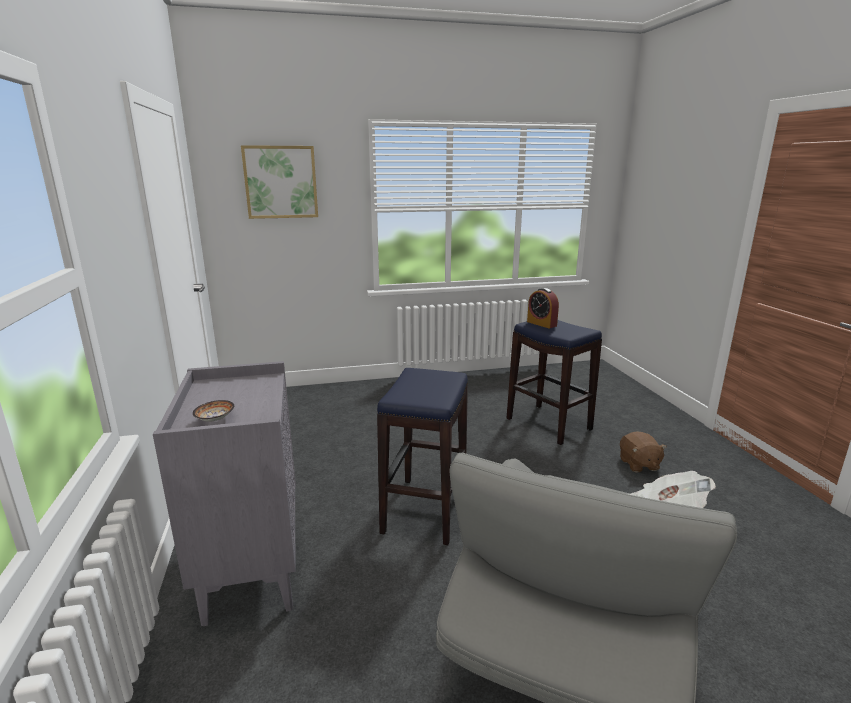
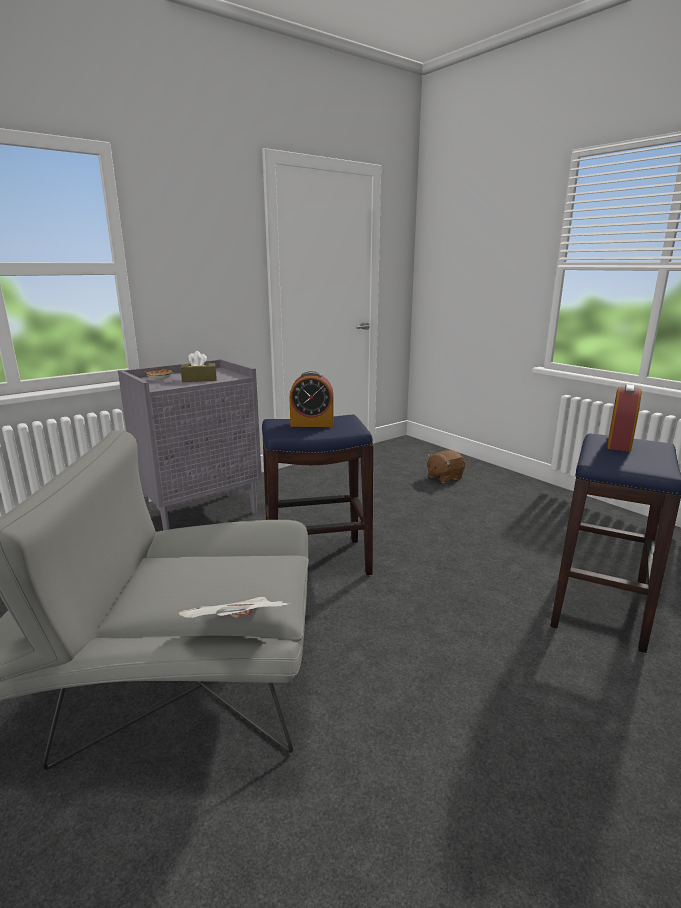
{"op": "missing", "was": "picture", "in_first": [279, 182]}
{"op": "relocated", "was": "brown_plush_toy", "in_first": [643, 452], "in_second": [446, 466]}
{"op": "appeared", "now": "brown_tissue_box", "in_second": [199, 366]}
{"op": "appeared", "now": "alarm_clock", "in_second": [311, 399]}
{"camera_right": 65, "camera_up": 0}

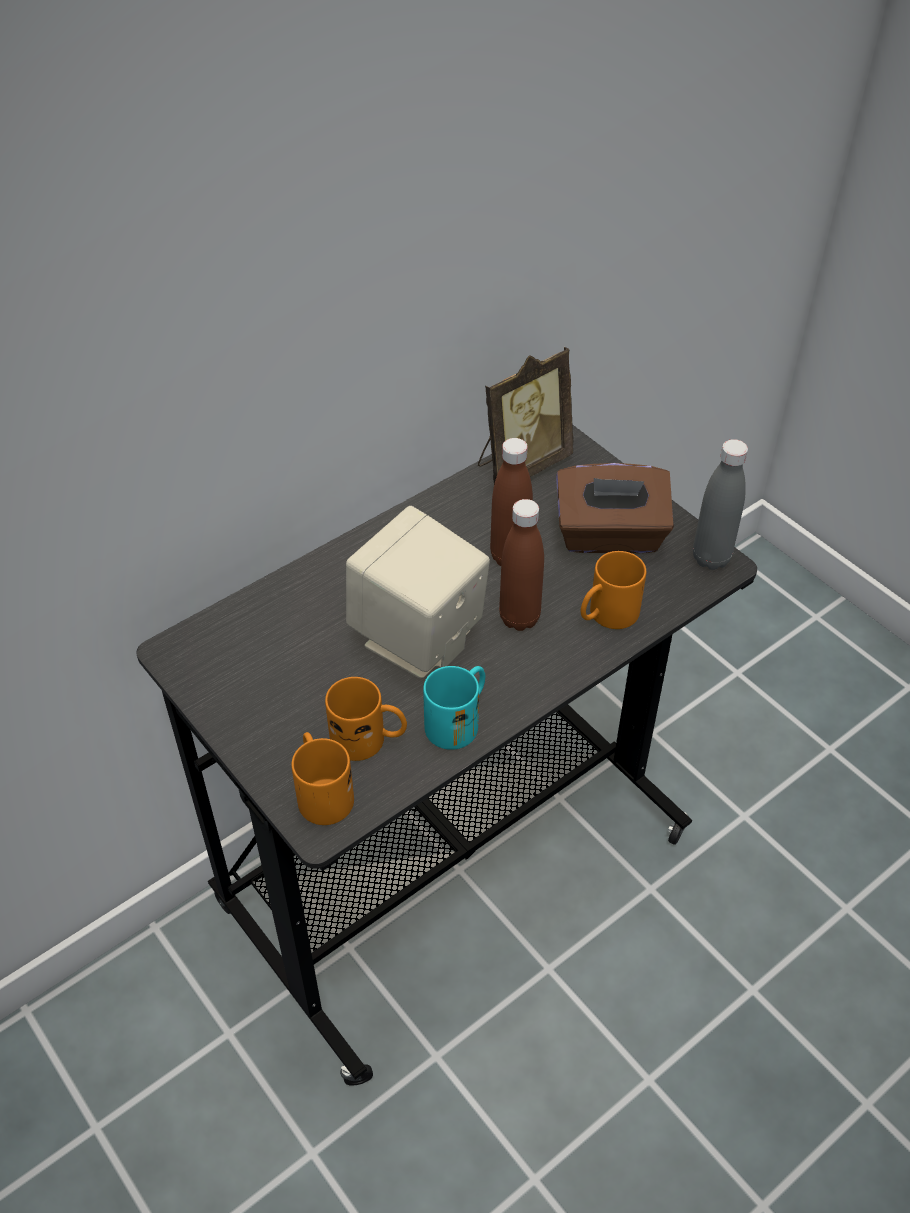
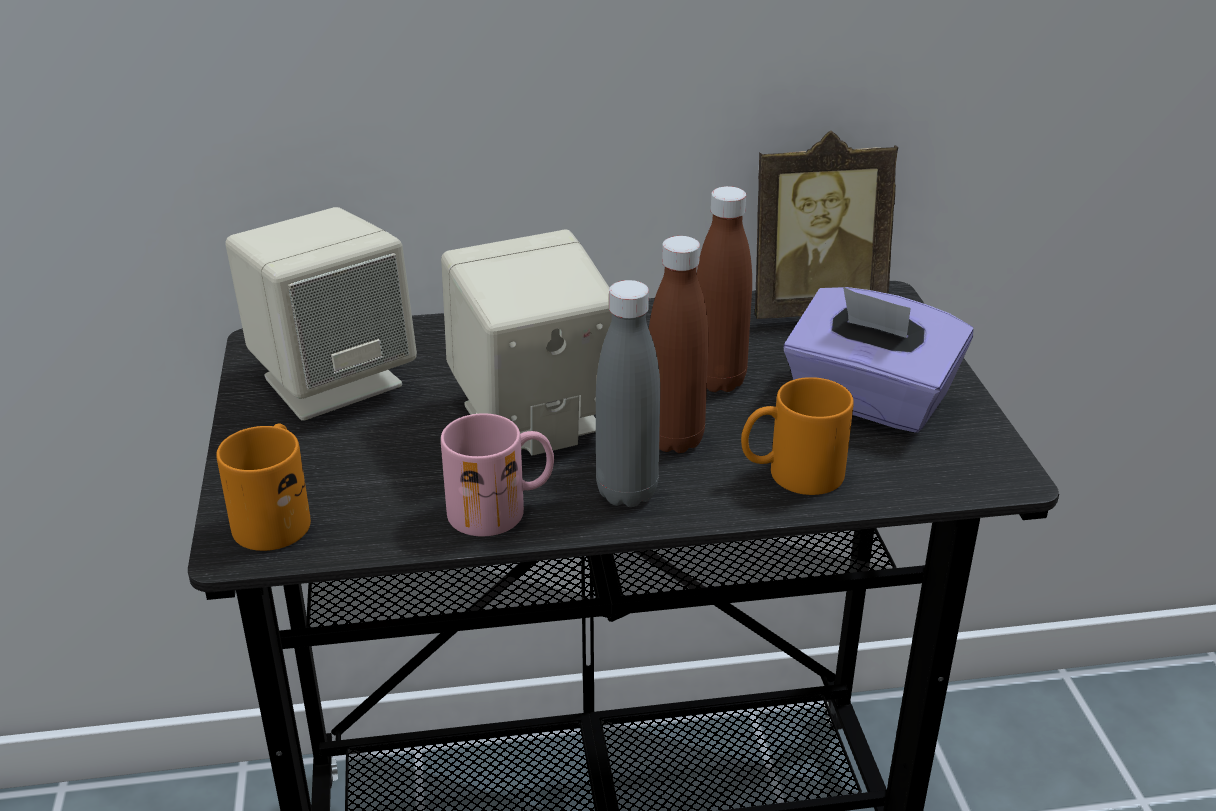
{"op": "missing", "was": "orange_mug", "in_first": [366, 719]}
{"op": "colour", "was": "turquoise_mug", "now": "pink_mug", "in_first": [454, 708], "in_second": [497, 474]}
{"op": "colour", "was": "brown_tissue_box", "now": "purple_tissue_box", "in_first": [615, 508], "in_second": [878, 360]}
{"op": "relocated", "was": "grey_bottle", "in_first": [720, 504], "in_second": [628, 393]}
{"op": "appeared", "now": "beige_speaker", "in_second": [321, 314]}
{"camera_right": 30, "camera_up": -15}

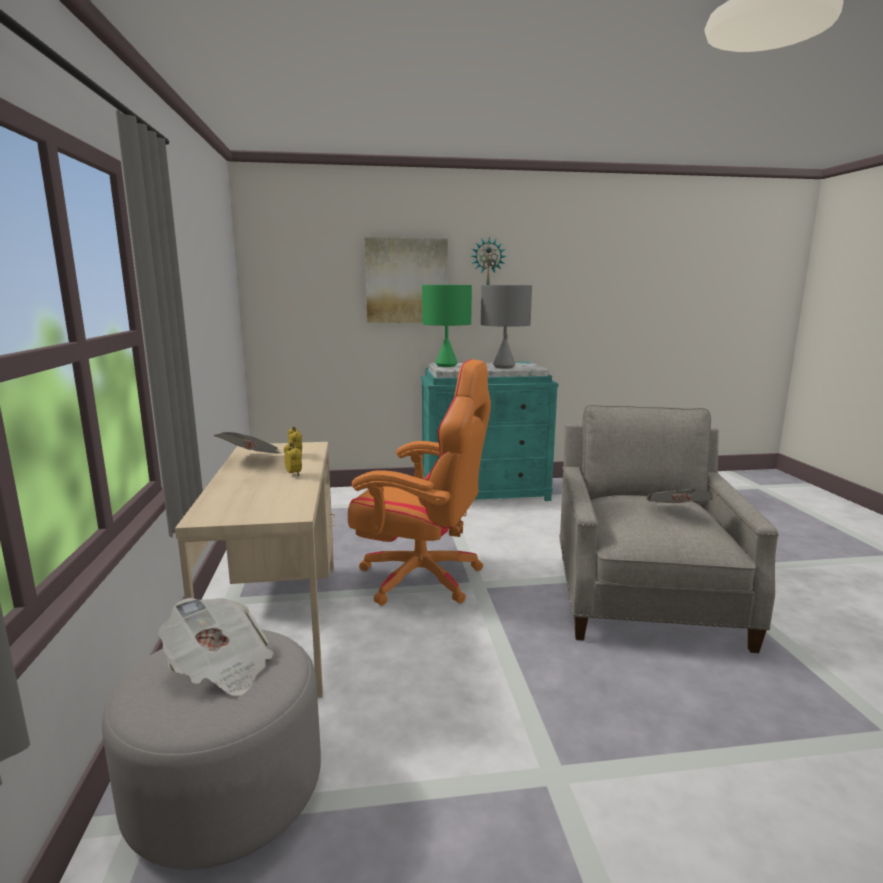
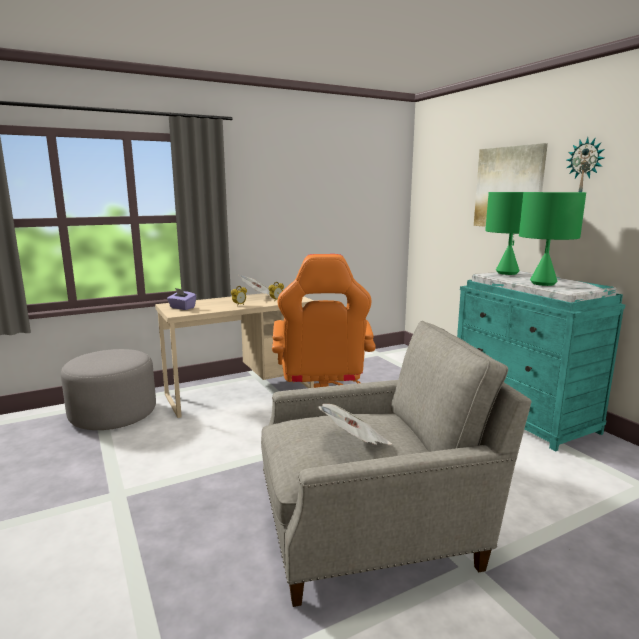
{"op": "missing", "was": "newspaper", "in_first": [216, 647]}
{"op": "colour", "was": "grey_table_lamp", "now": "green_table_lamp", "in_first": [506, 327], "in_second": [552, 239]}
{"op": "appeared", "now": "purple_tissue_box", "in_second": [181, 299]}
{"camera_right": 70, "camera_up": 0}

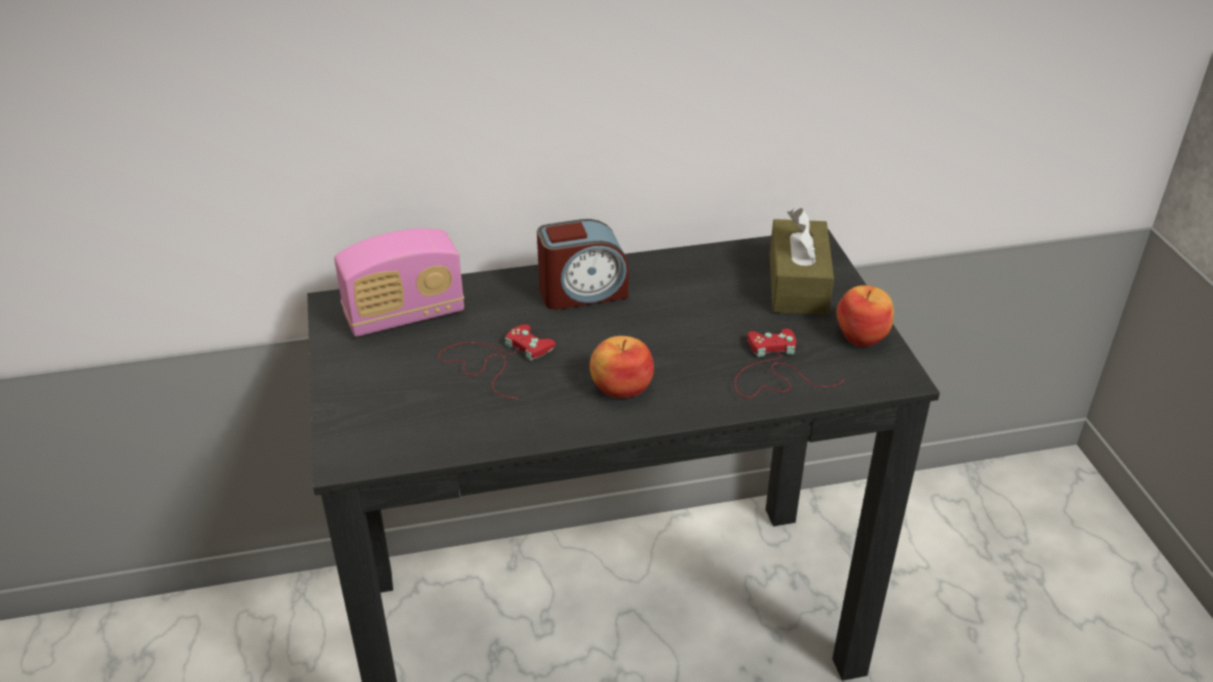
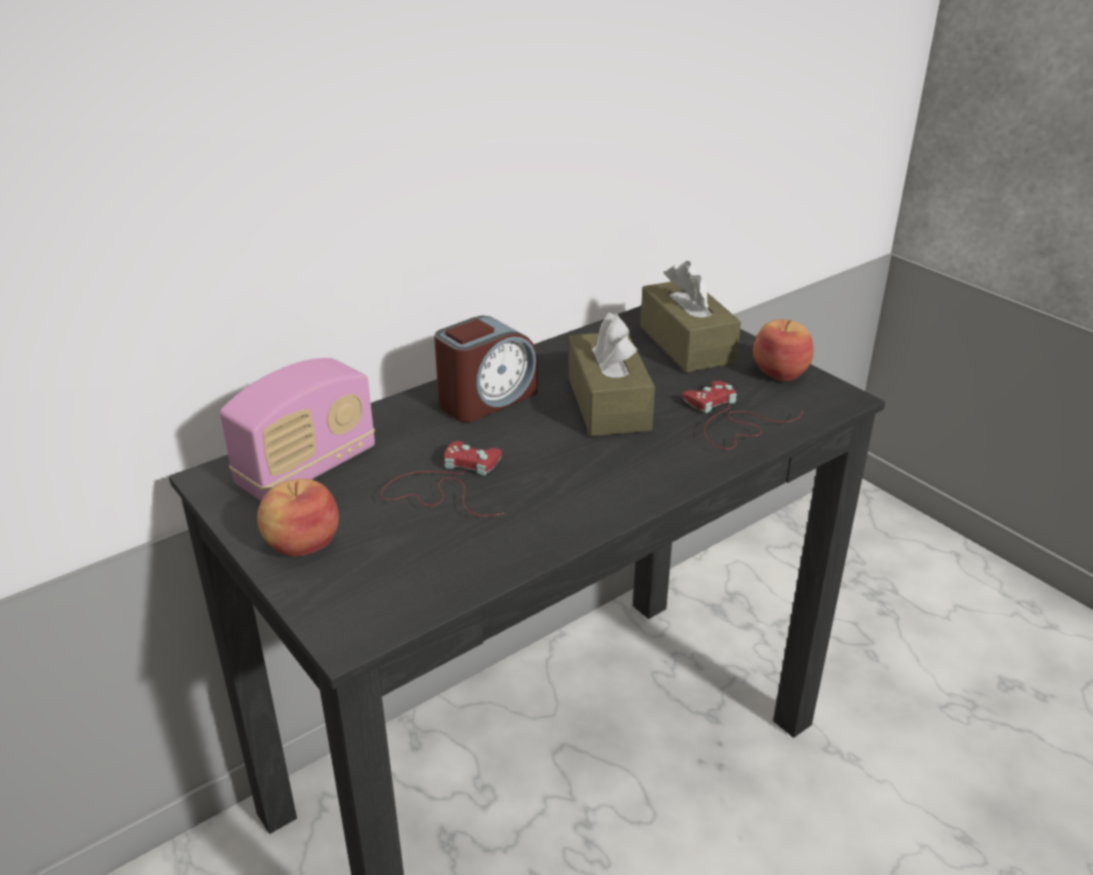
{"op": "relocated", "was": "apple", "in_first": [622, 367], "in_second": [298, 517]}
{"op": "appeared", "now": "brown_tissue_box", "in_second": [611, 374]}
{"camera_right": -25, "camera_up": -5}

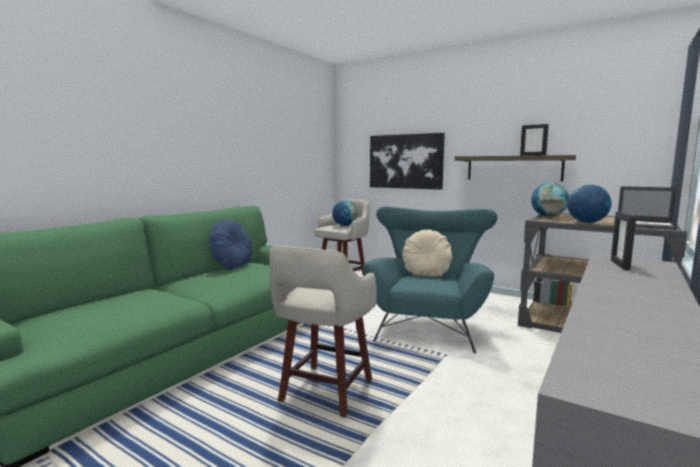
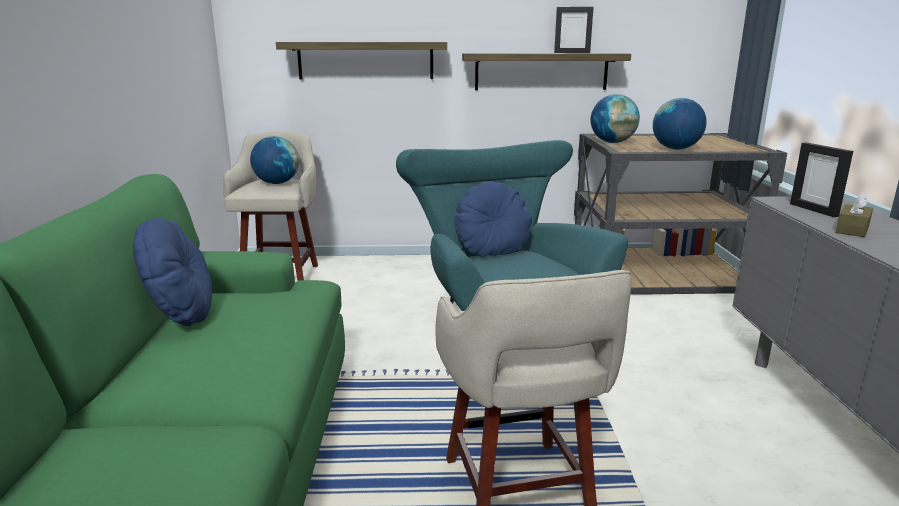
{"op": "exchanged", "was": "picture", "now": "shelf", "in_first": [407, 161], "in_second": [361, 61]}
{"op": "colour", "was": "beige_pillow", "now": "blue_pillow", "in_first": [427, 253], "in_second": [493, 219]}
{"op": "missing", "was": "laptop", "in_first": [647, 208]}
{"op": "appeared", "now": "brown_tissue_box", "in_second": [854, 214]}
{"camera_right": -35, "camera_up": 10}

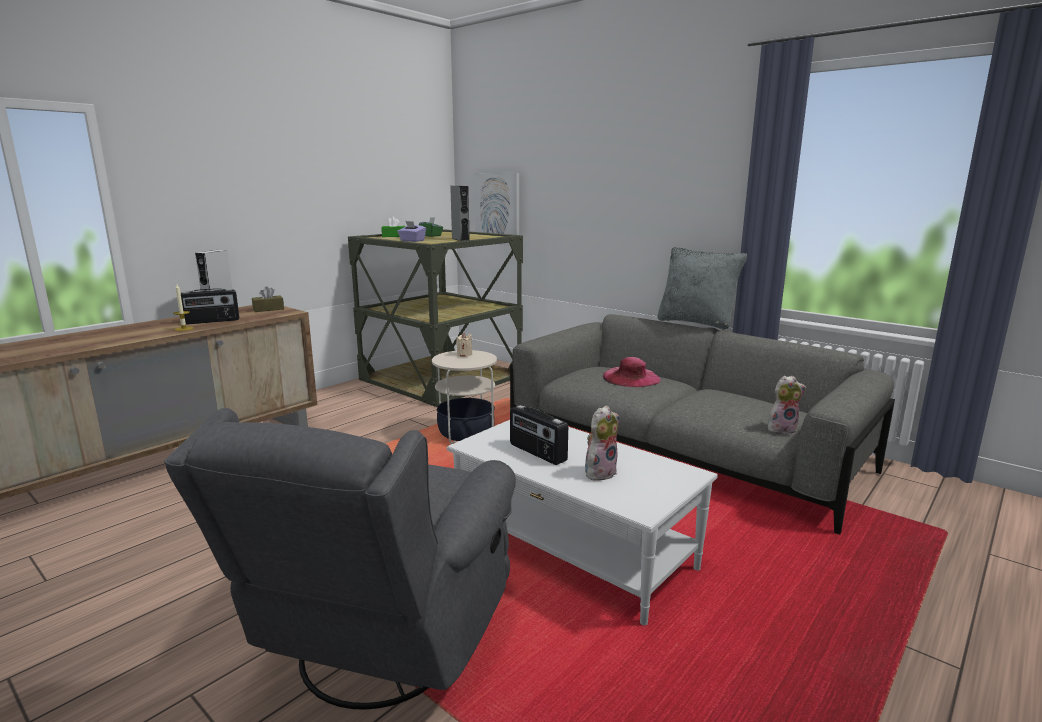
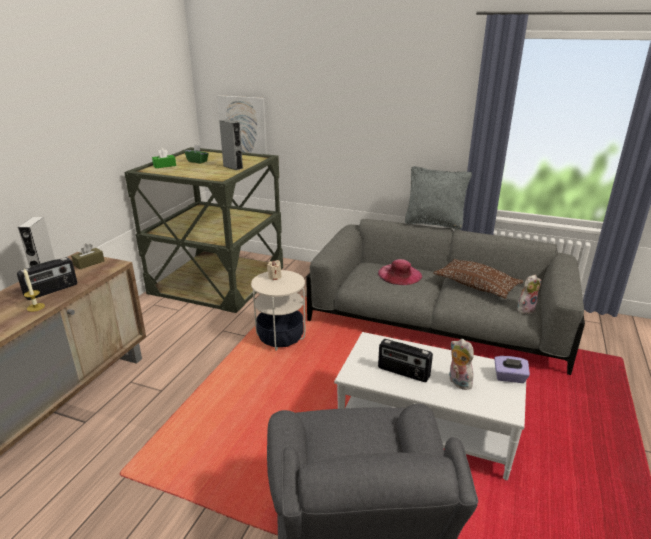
{"op": "relocated", "was": "purple_tissue_box", "in_first": [411, 231], "in_second": [512, 369]}
{"op": "spun", "was": "plush_toy", "in_first": [602, 443], "in_second": [461, 364], "clockwise": -60}
{"op": "appeared", "now": "brown_pillow", "in_second": [478, 279]}
{"camera_right": -20, "camera_up": 10}

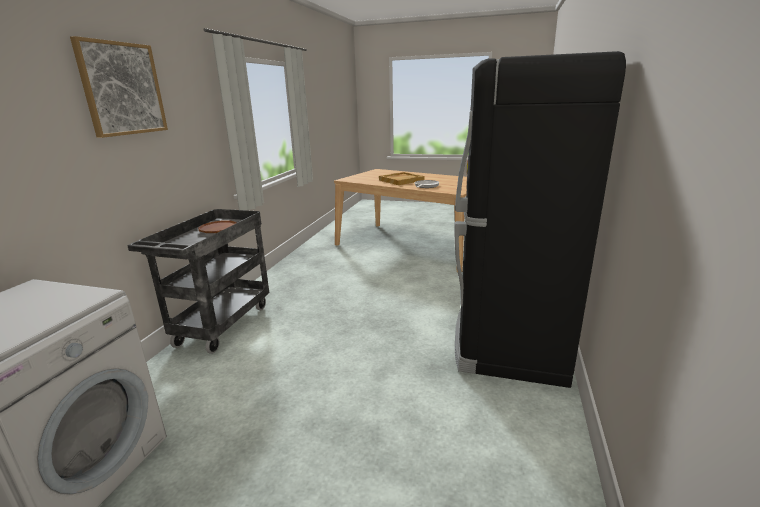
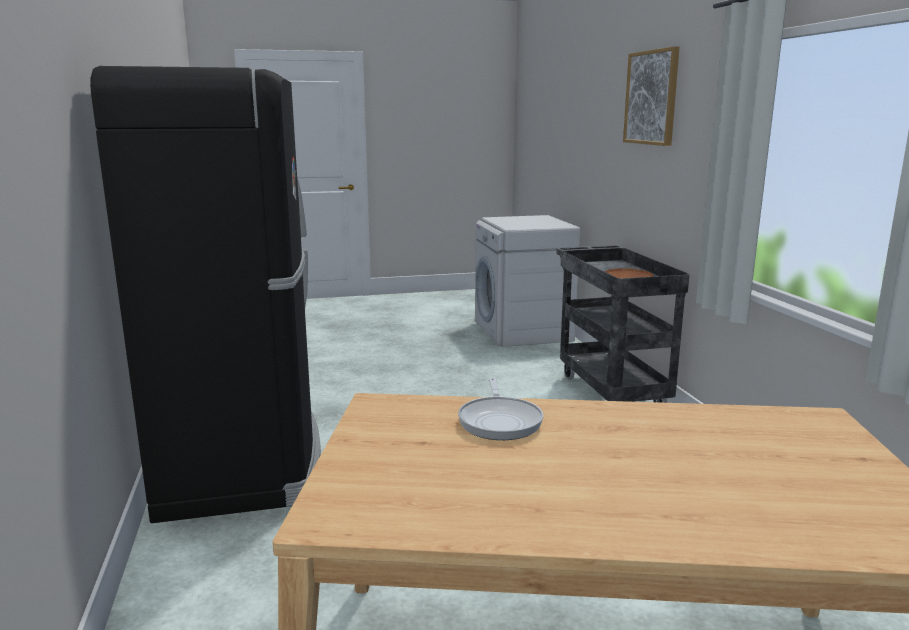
{"op": "missing", "was": "beige_tray", "in_first": [402, 178]}
{"camera_right": 150, "camera_up": -5}

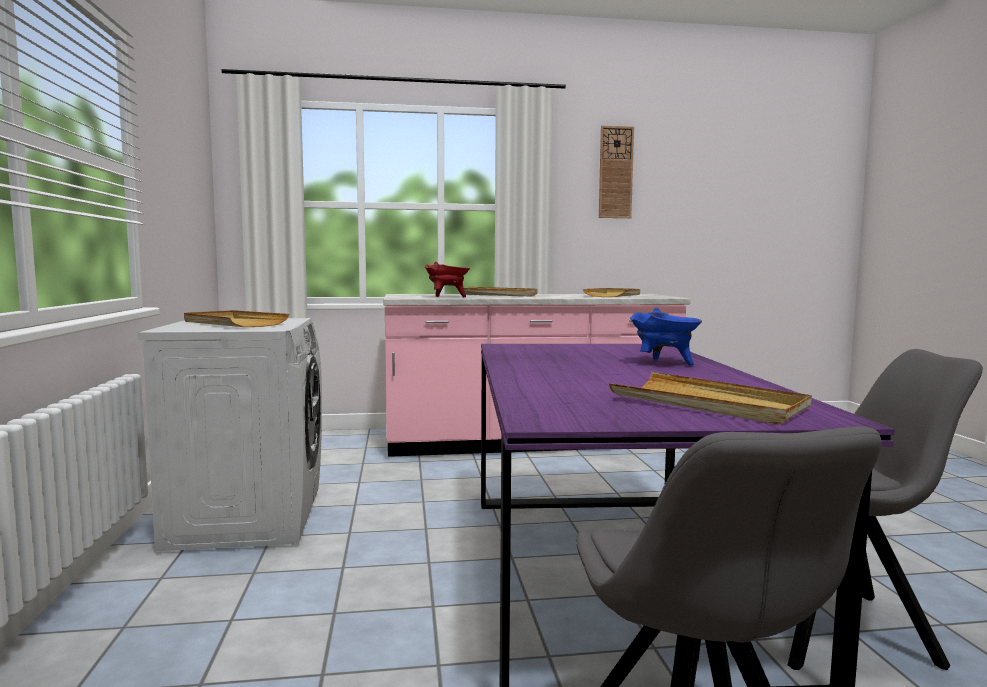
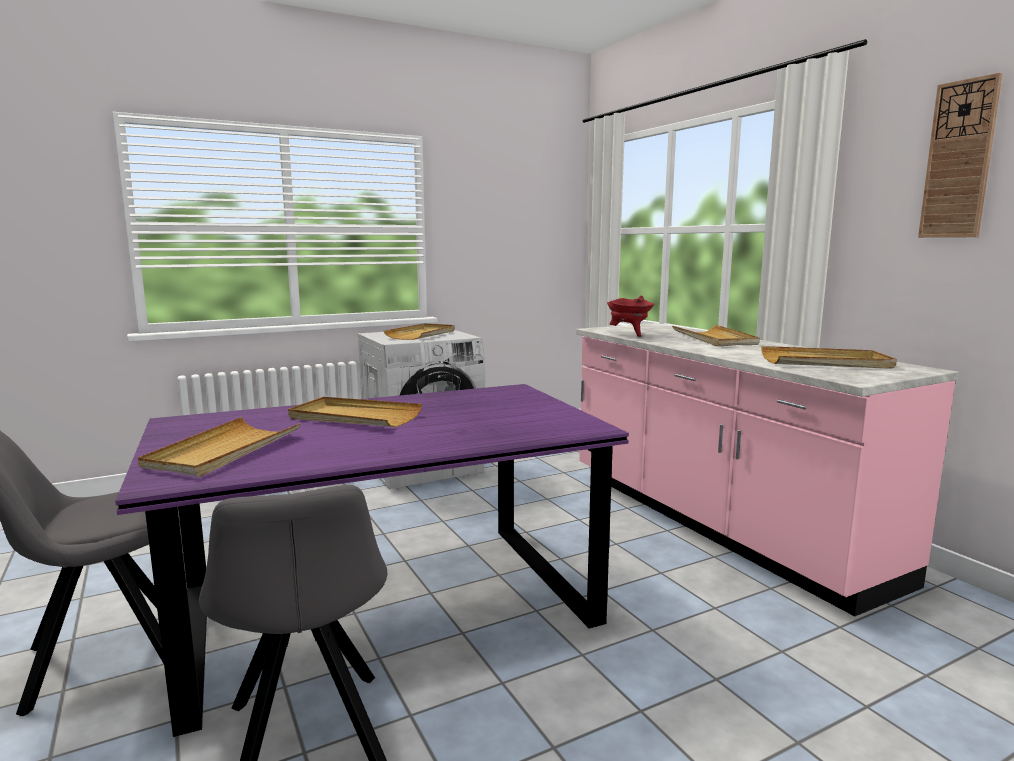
{"op": "missing", "was": "blue_cooking_pot", "in_first": [666, 337]}
{"op": "appeared", "now": "beige_tray", "in_second": [355, 412]}
{"camera_right": 70, "camera_up": 5}

